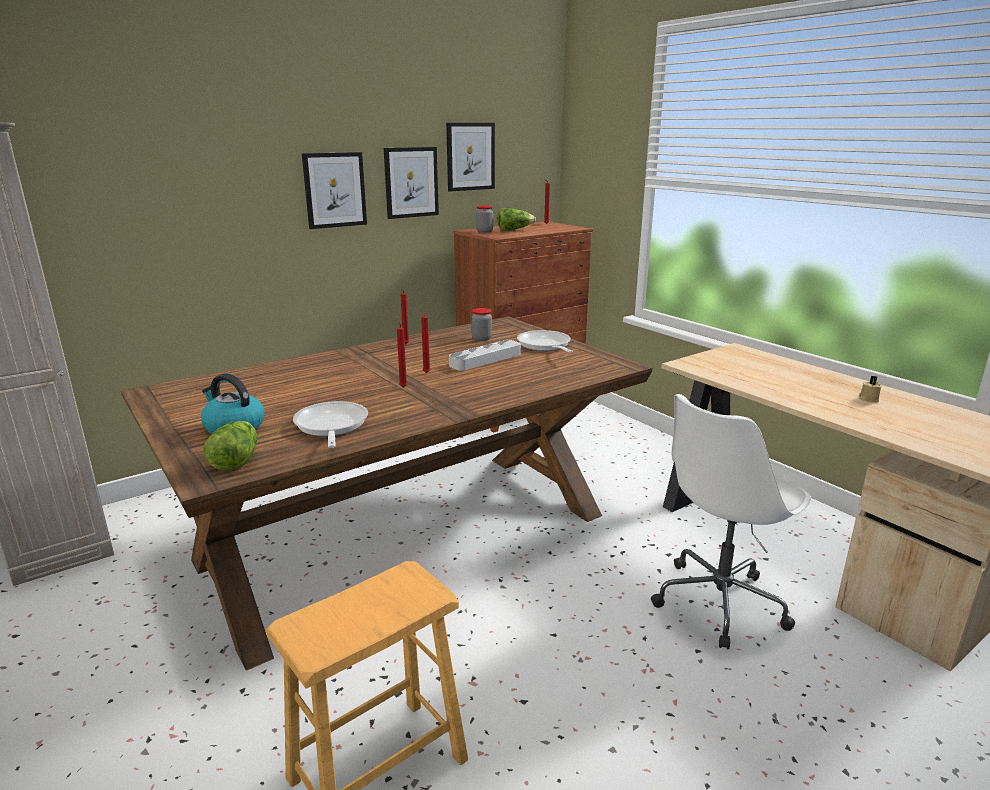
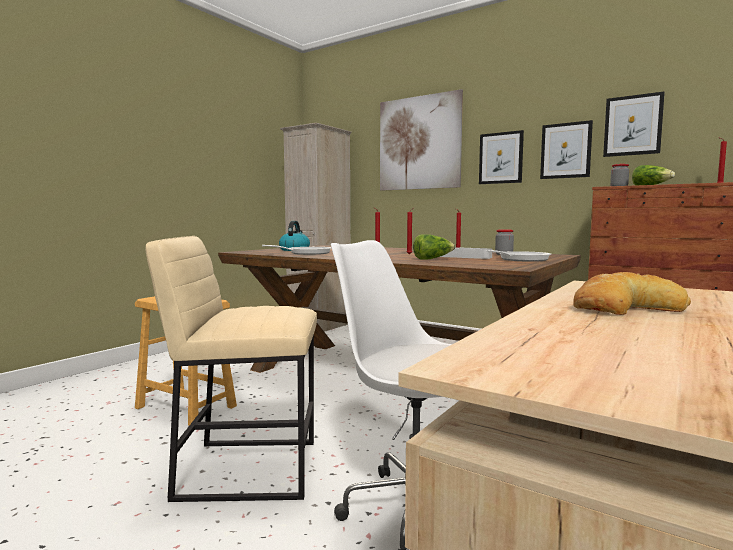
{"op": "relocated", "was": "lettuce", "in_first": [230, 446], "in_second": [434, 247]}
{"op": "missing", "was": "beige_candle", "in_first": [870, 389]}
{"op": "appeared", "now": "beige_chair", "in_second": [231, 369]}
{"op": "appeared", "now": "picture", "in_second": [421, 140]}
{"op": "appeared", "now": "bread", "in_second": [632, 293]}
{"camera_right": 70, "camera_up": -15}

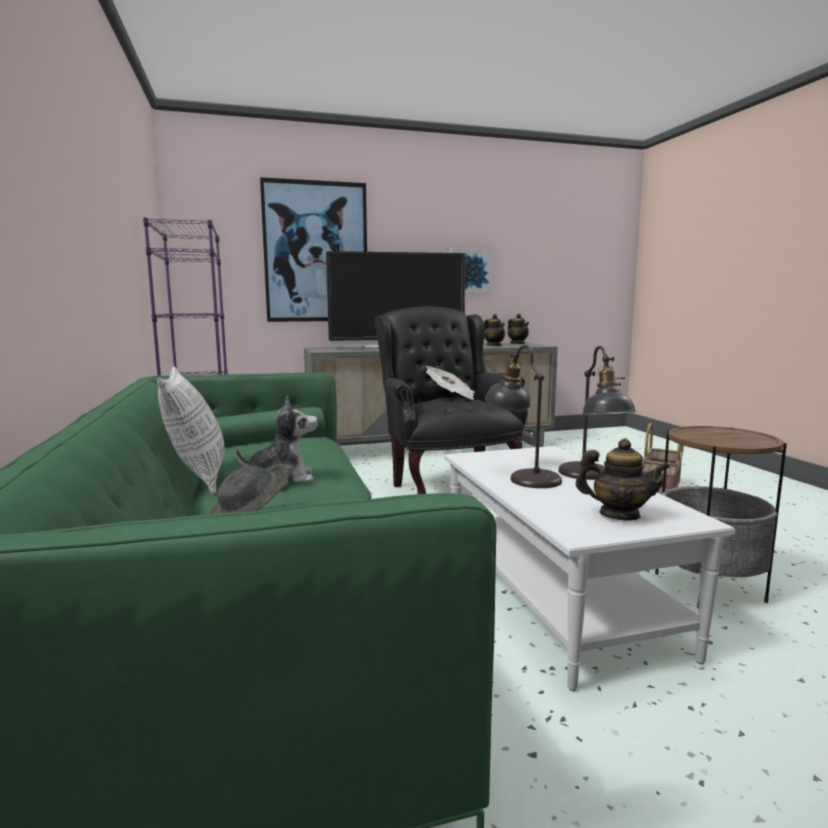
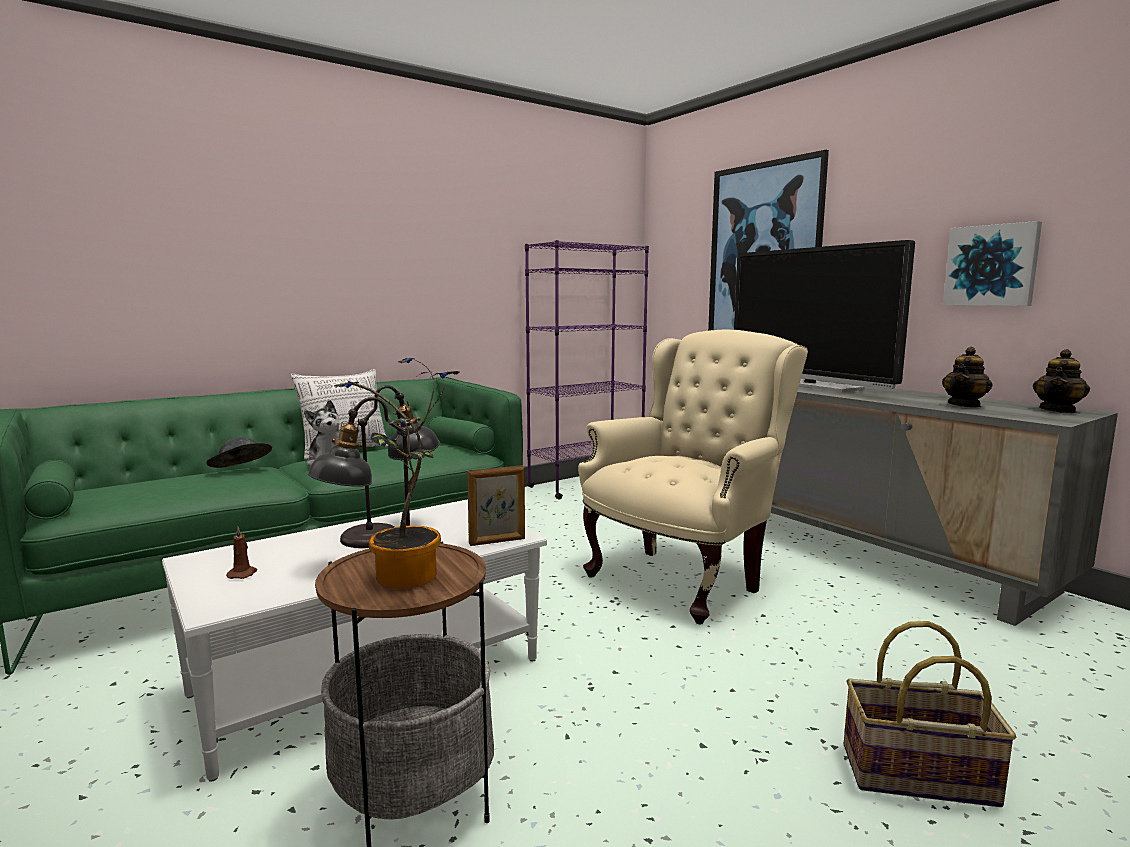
{"op": "colour", "was": "black_armchair", "now": "beige_armchair", "in_first": [451, 400], "in_second": [693, 476]}
{"op": "missing", "was": "newspaper", "in_first": [450, 382]}
{"op": "exchanged", "was": "teapot", "now": "brown_candle", "in_first": [622, 479], "in_second": [241, 553]}
{"op": "appeared", "now": "potted_plant", "in_second": [397, 473]}
{"op": "appeared", "now": "picture_frame", "in_second": [496, 505]}
{"camera_right": 70, "camera_up": 0}

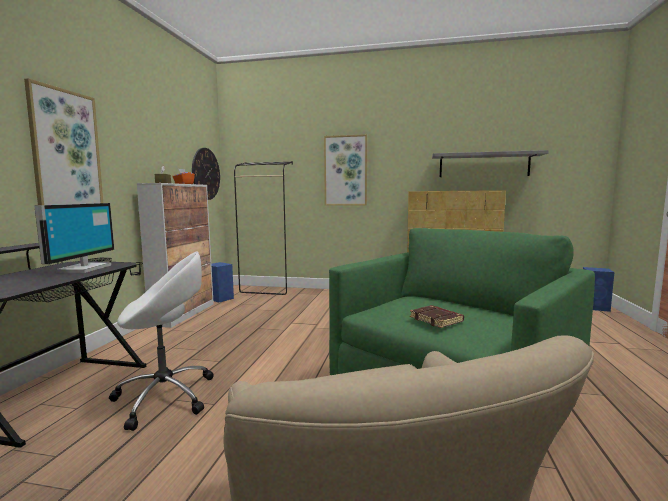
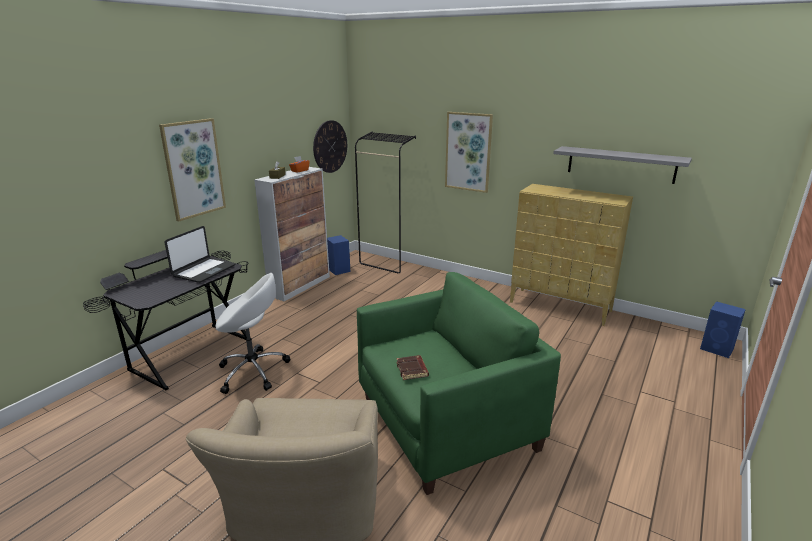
{"op": "exchanged", "was": "monitor", "now": "laptop", "in_first": [74, 238], "in_second": [199, 254]}
{"camera_right": 20, "camera_up": 15}

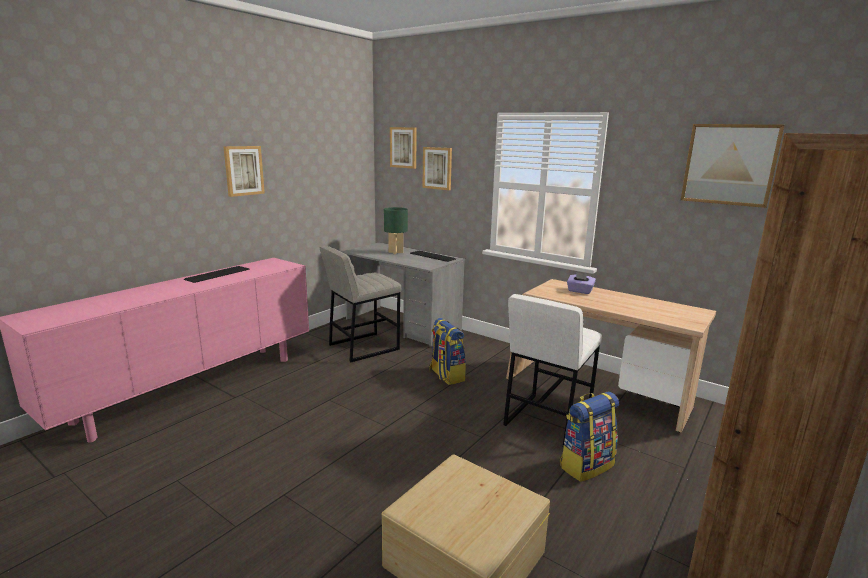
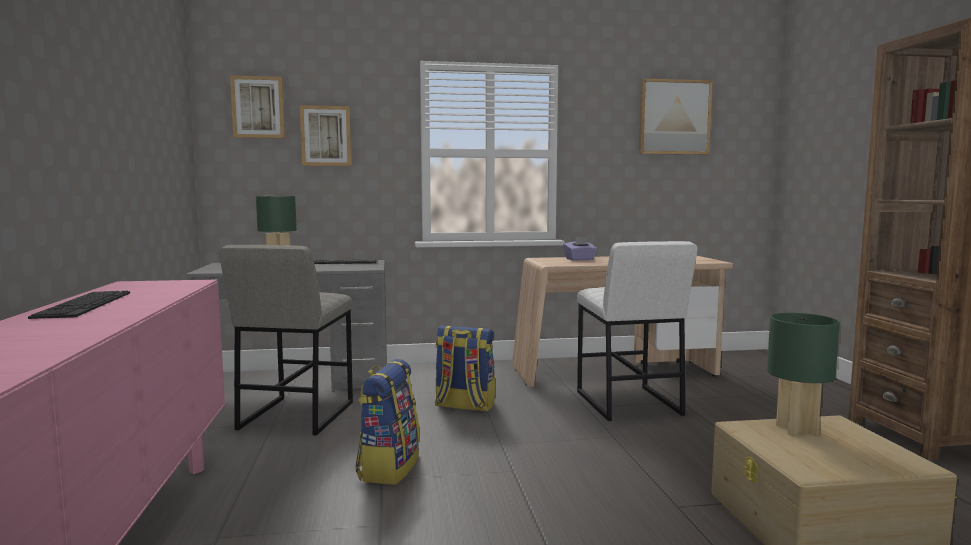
{"op": "missing", "was": "picture", "in_first": [244, 171]}
{"op": "relocated", "was": "backpack", "in_first": [589, 437], "in_second": [387, 422]}
{"op": "appeared", "now": "green_table_lamp", "in_second": [803, 374]}
{"camera_right": -45, "camera_up": -10}

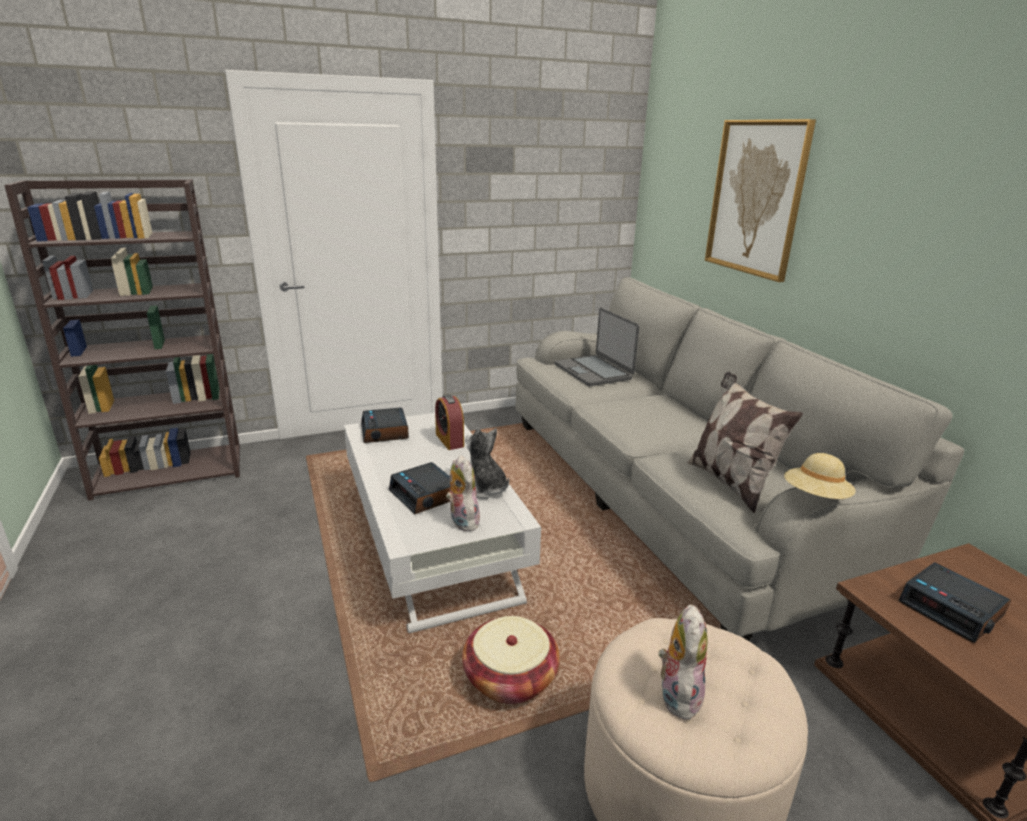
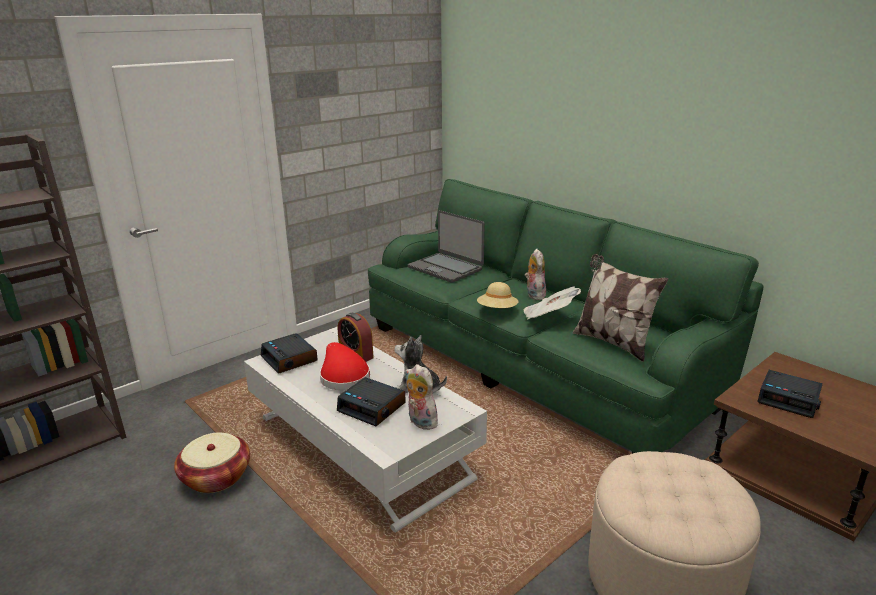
{"op": "relocated", "was": "basket", "in_first": [511, 660], "in_second": [212, 463]}
{"op": "colour", "was": "grey_sofa", "now": "green_sofa", "in_first": [739, 459], "in_second": [565, 316]}
{"op": "relocated", "was": "plush_toy", "in_first": [683, 663], "in_second": [535, 274]}
{"op": "missing", "was": "picture", "in_first": [760, 200]}
{"op": "relocated", "was": "beige_hat", "in_first": [820, 476], "in_second": [498, 295]}
{"op": "appeared", "now": "red_hat", "in_second": [345, 366]}
{"op": "appeared", "now": "newspaper", "in_second": [552, 303]}
{"camera_right": -20, "camera_up": 0}

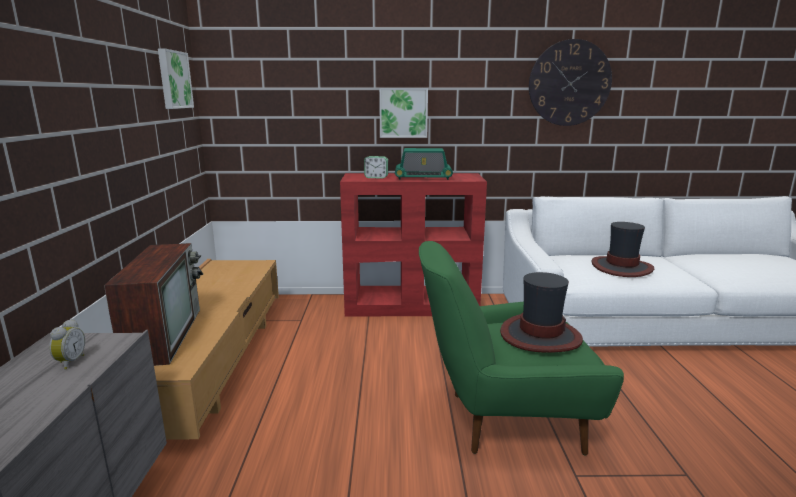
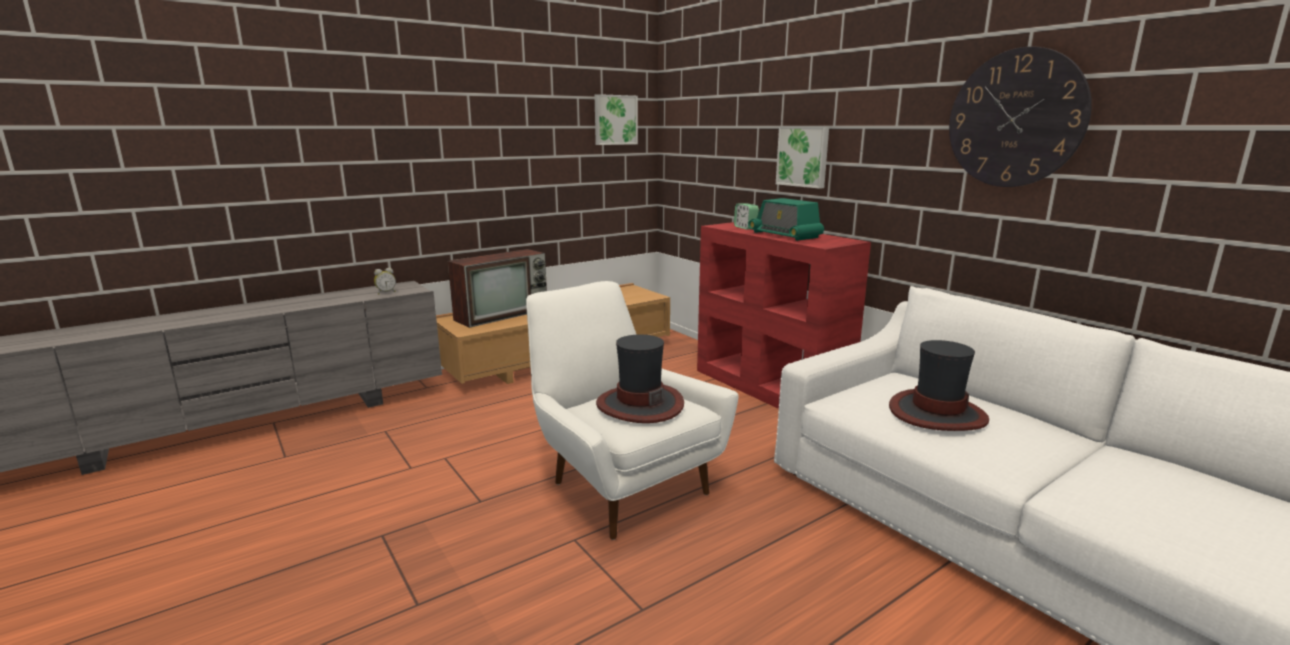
{"op": "colour", "was": "green_armchair", "now": "white_armchair", "in_first": [521, 348], "in_second": [632, 410]}
{"camera_right": 55, "camera_up": 0}

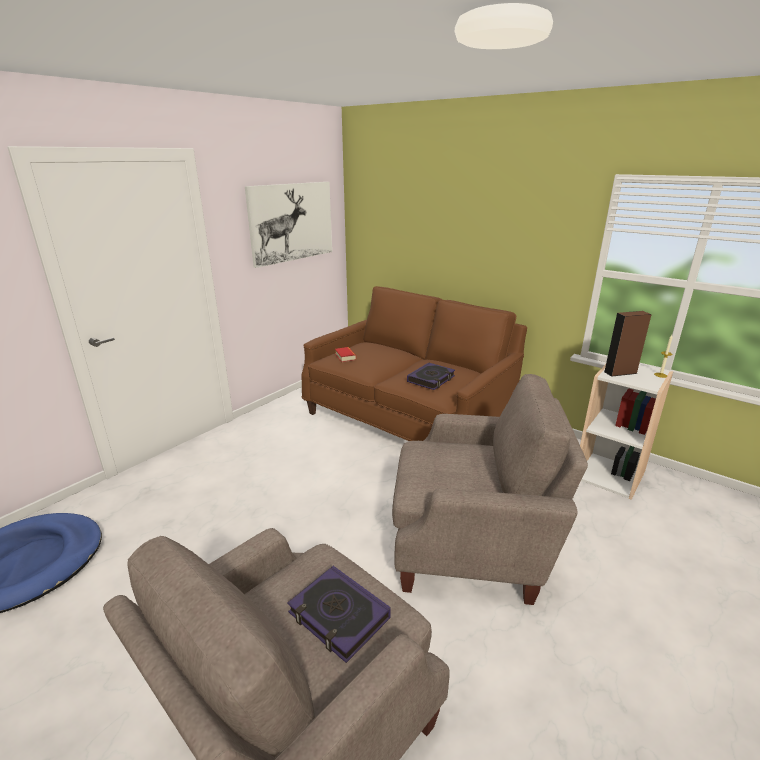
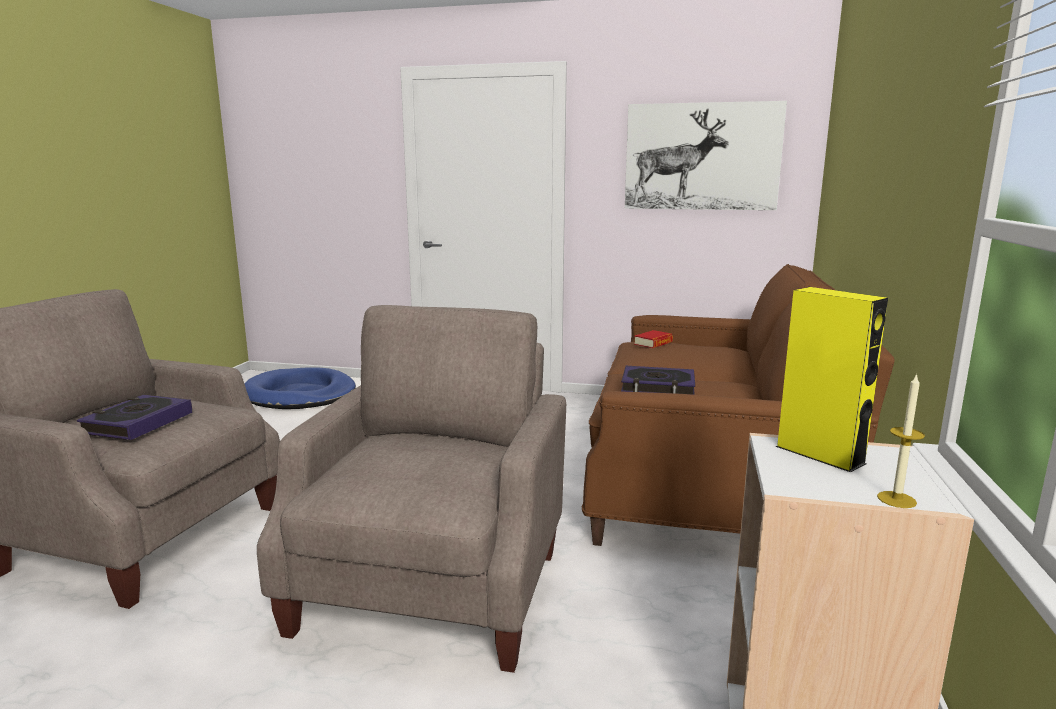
{"op": "spun", "was": "beige_armchair", "in_first": [490, 489], "in_second": [411, 489], "clockwise": -150}
{"op": "colour", "was": "brown_speaker", "now": "yellow_speaker", "in_first": [628, 344], "in_second": [831, 379]}
{"camera_right": 65, "camera_up": -10}

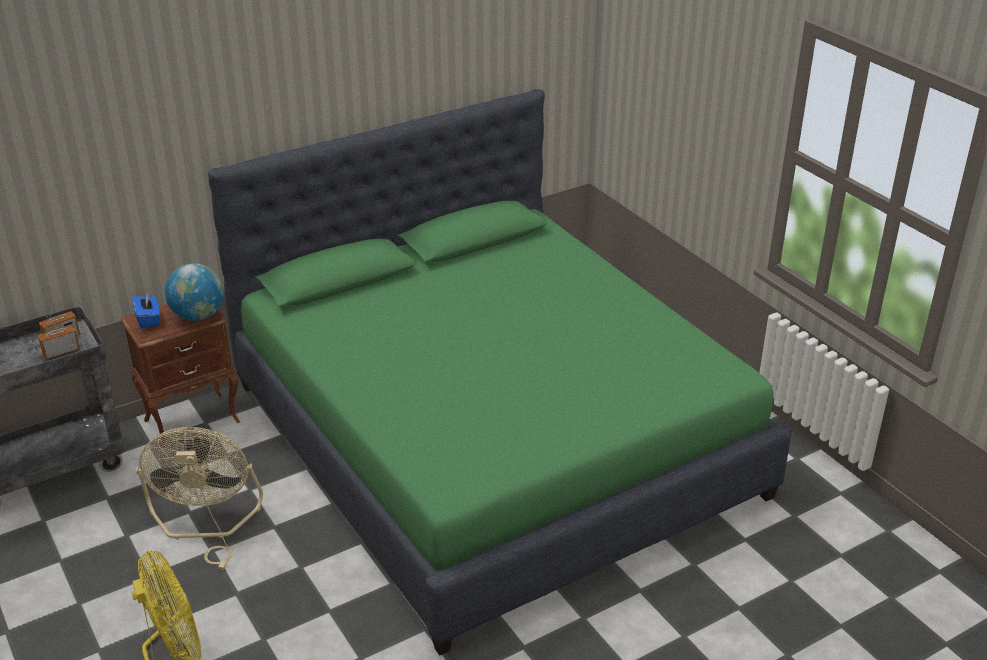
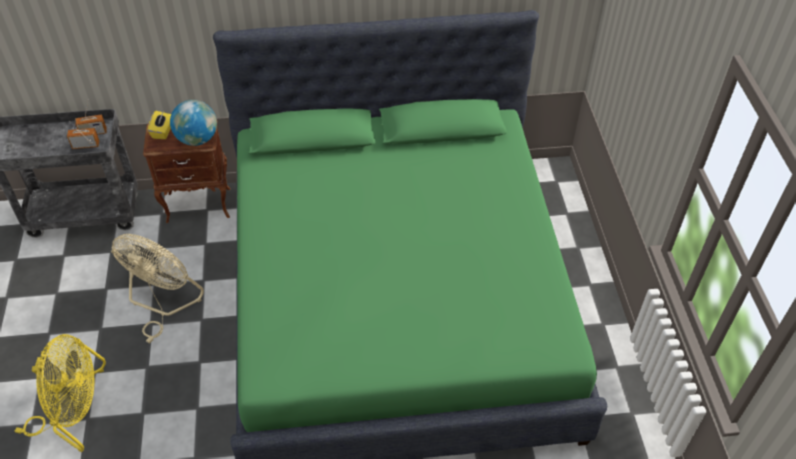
{"op": "colour", "was": "blue_tissue_box", "now": "yellow_tissue_box", "in_first": [146, 310], "in_second": [159, 125]}
{"camera_right": 25, "camera_up": 15}

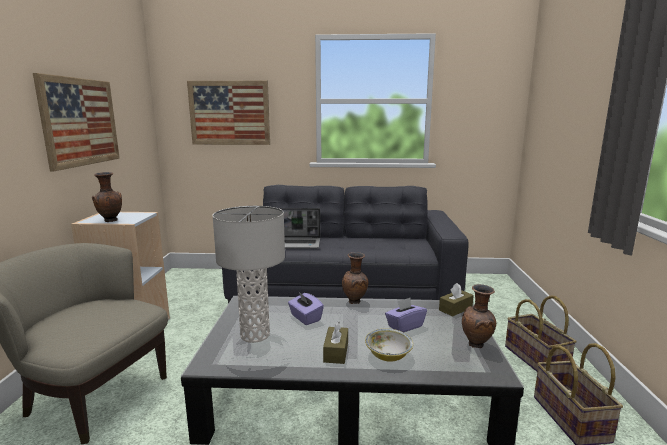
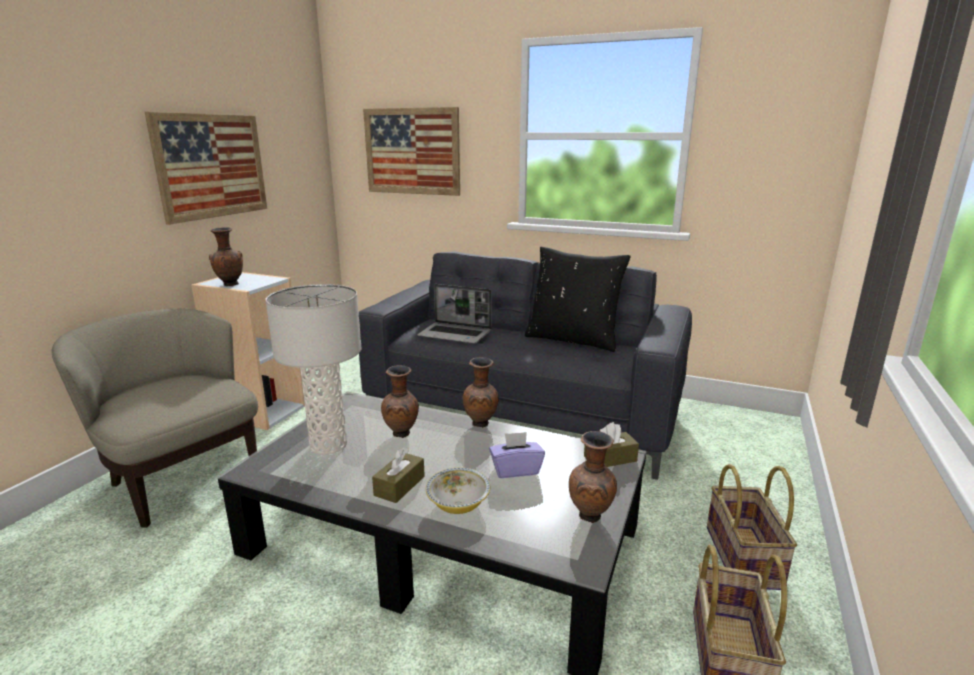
{"op": "exchanged", "was": "purple_tissue_box", "now": "brown_vase", "in_first": [306, 308], "in_second": [400, 401]}
{"op": "appeared", "now": "black_pillow", "in_second": [577, 299]}
{"camera_right": 20, "camera_up": 5}

